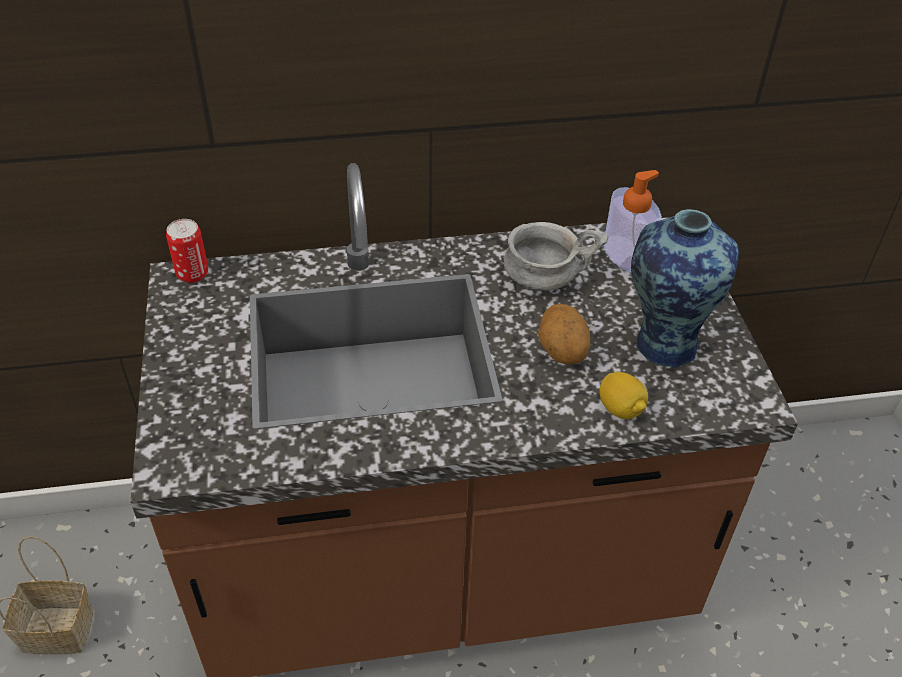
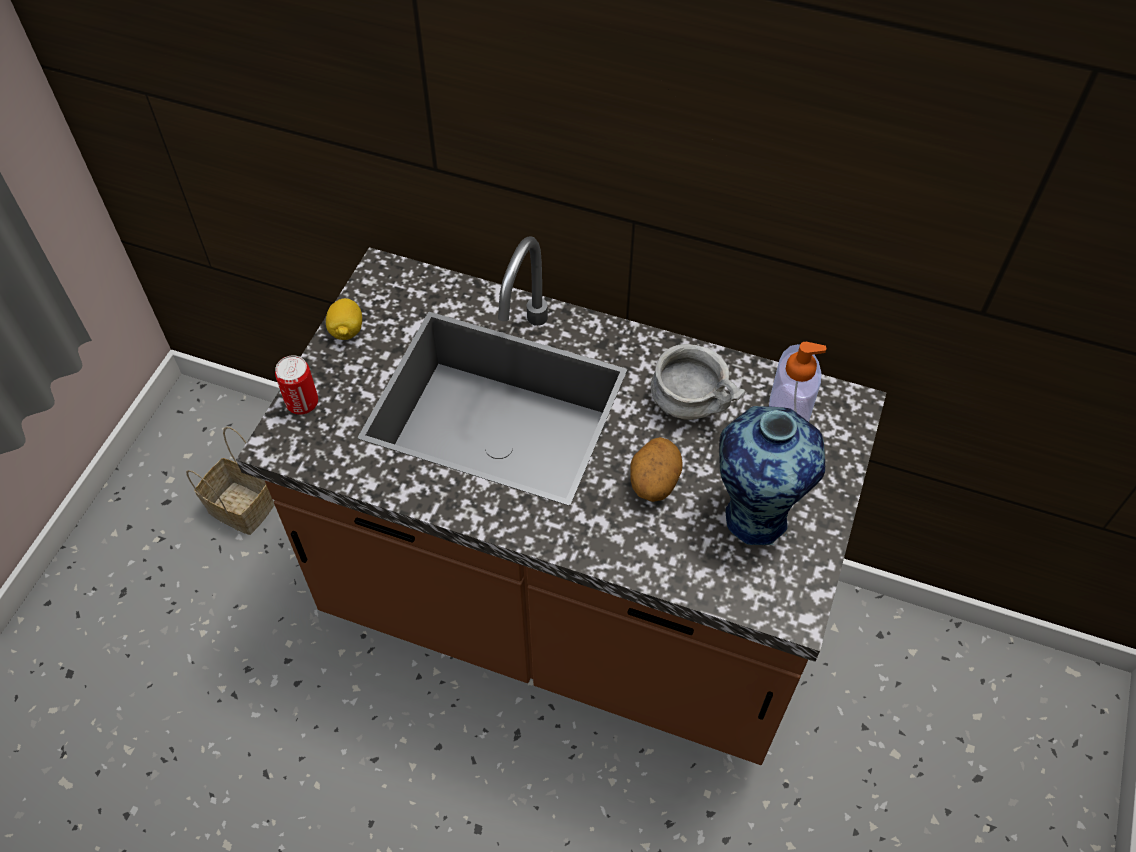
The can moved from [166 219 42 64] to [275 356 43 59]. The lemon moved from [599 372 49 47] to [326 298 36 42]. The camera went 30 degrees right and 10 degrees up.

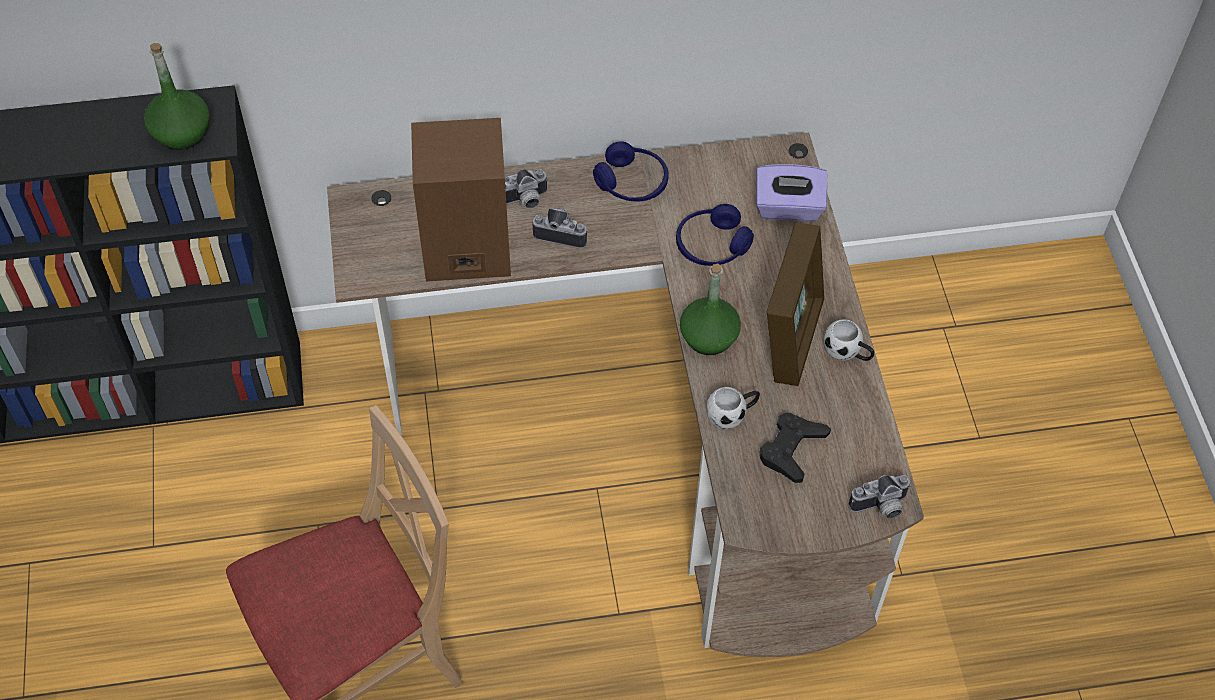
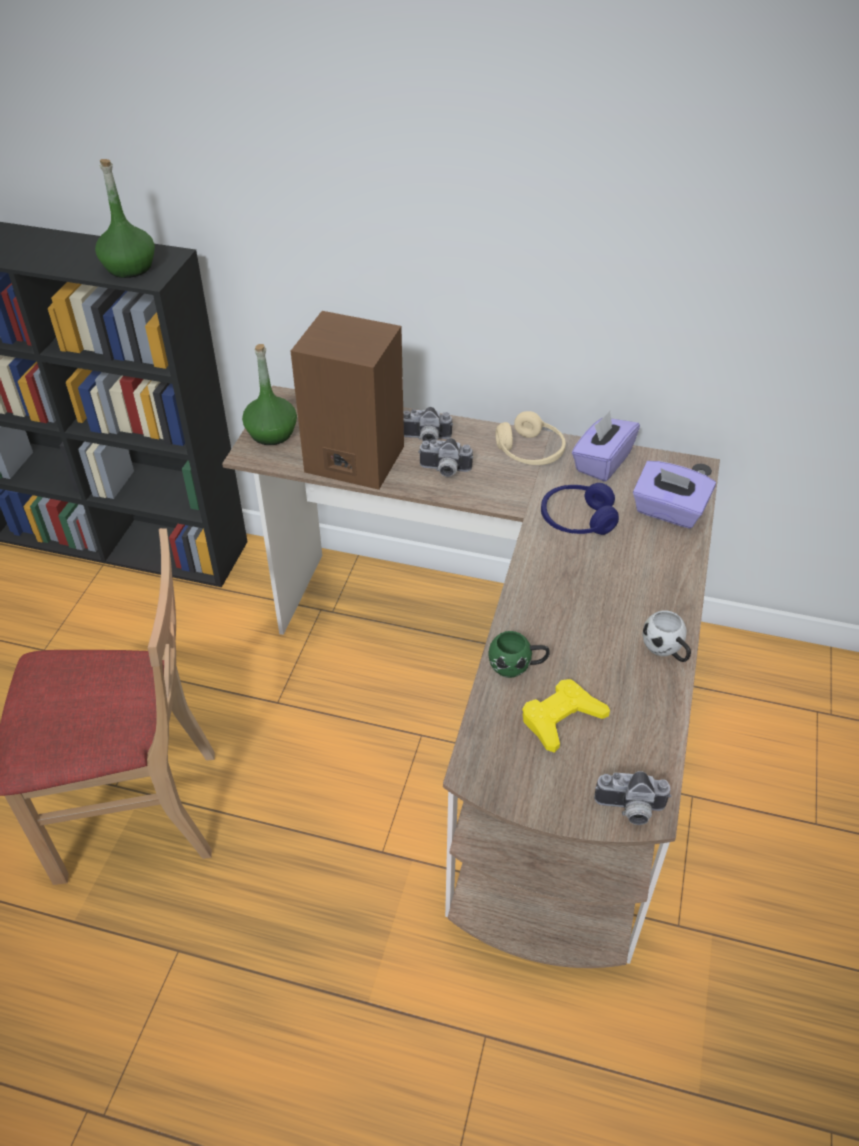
The picture frame at [767 223 57 163] disappeared. The tissue box (purple) at [572 411 68 71] appeared. The bottle (green) moved from [680 264 61 91] to [242 344 55 101]. The headphones (blue) at [593 141 76 61] became the headphones (beige) at [496 411 70 54]. The mug (white) at [706 387 54 42] became the mug (green) at [488 631 62 47]. The game controller (black) at [760 412 71 71] became the game controller (yellow) at [522 679 88 74]. The photo camera at [533 208 56 41] turned 150 degrees clockwise. The camera went 25 degrees right and 10 degrees down.

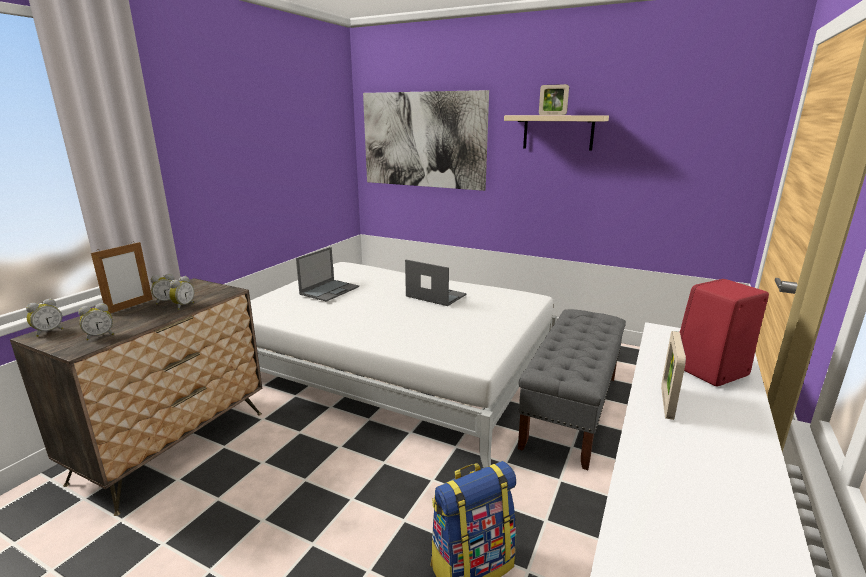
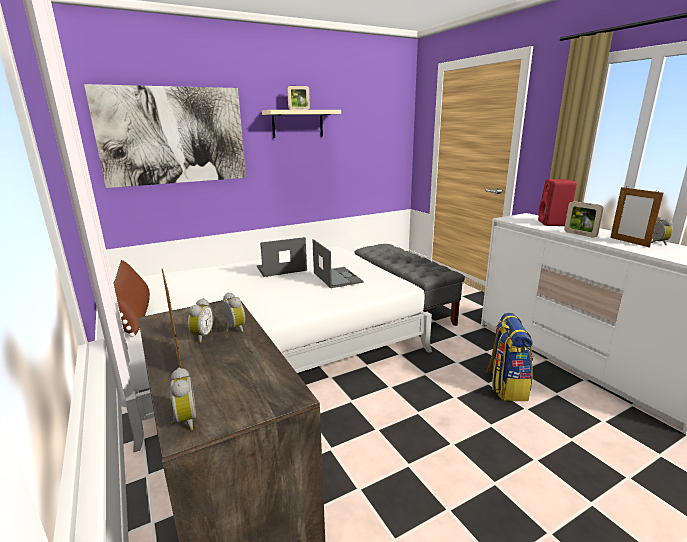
The pillow (brown) at [113 260 37 77] appeared. The picture frame at [610 186 54 61] appeared. The alarm clock moved from [78 303 36 37] to [651 217 22 28]. The laptop moved from [296 247 63 55] to [312 239 52 49]. The camera went 55 degrees left and 0 degrees up.

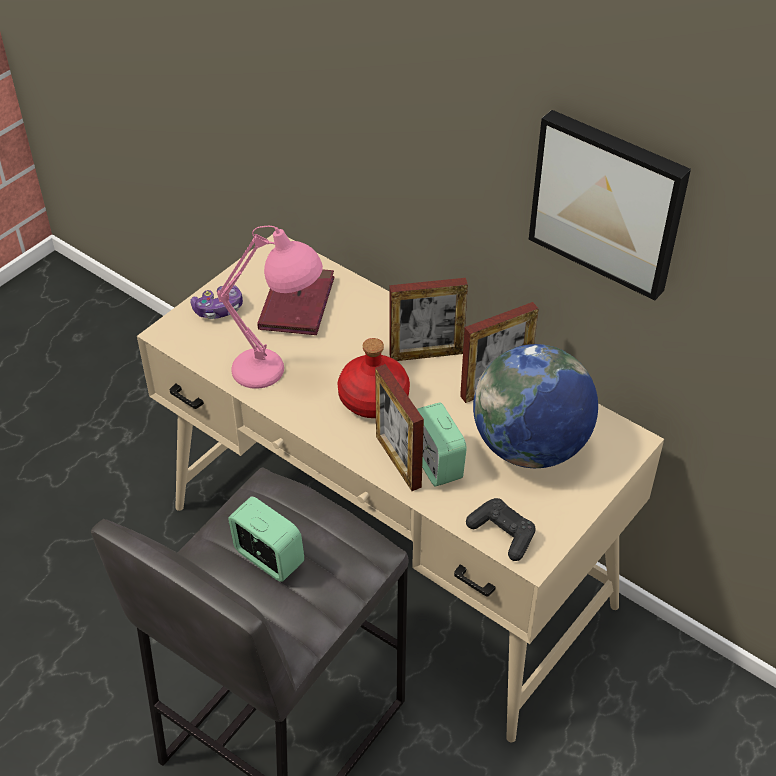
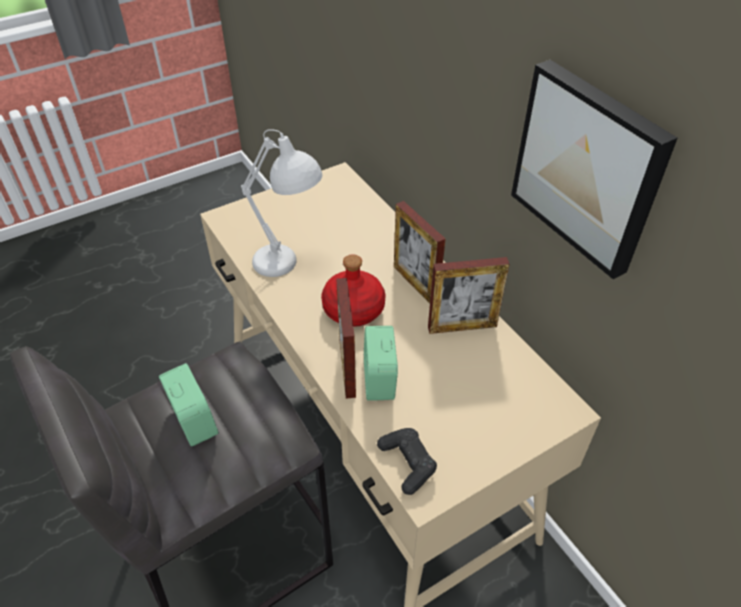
The game controller at [191 285 52 34] disappeared. The book (red) at [257 269 78 66] disappeared. The globe at [473 344 125 124] disappeared. The table lamp (pink) at [217 226 106 163] became the table lamp (white) at [241 129 81 148]. The picture frame at [389 278 79 83] turned 45 degrees clockwise. The camera went 20 degrees right and 0 degrees up.

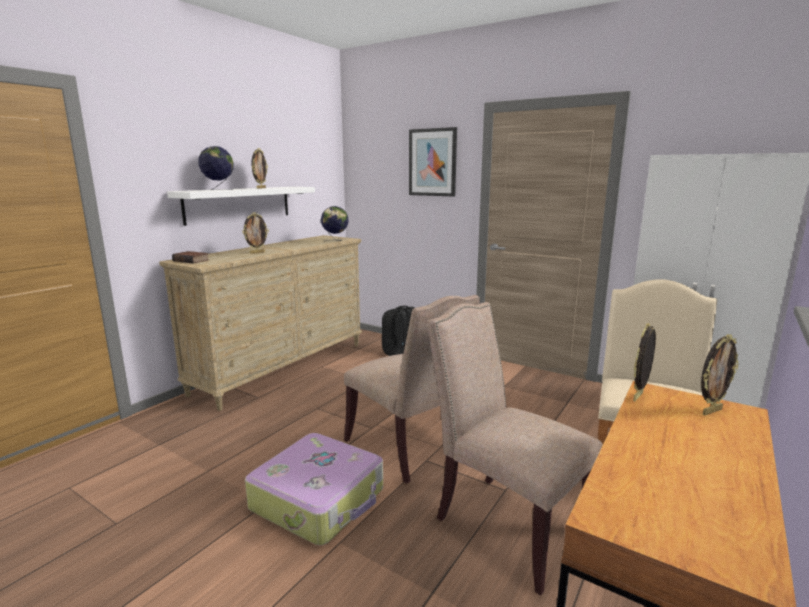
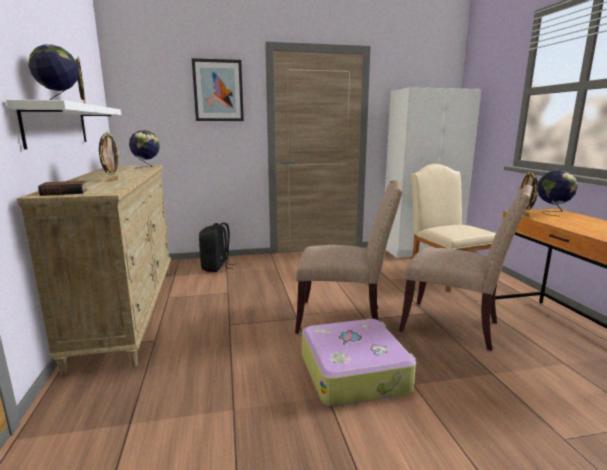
The picture frame at [701 334 38 81] was replaced by the globe at [538 170 40 46]. The chair (beige) at [428 302 175 294] turned 150 degrees counterclockwise. The camera went 45 degrees left and 0 degrees up.

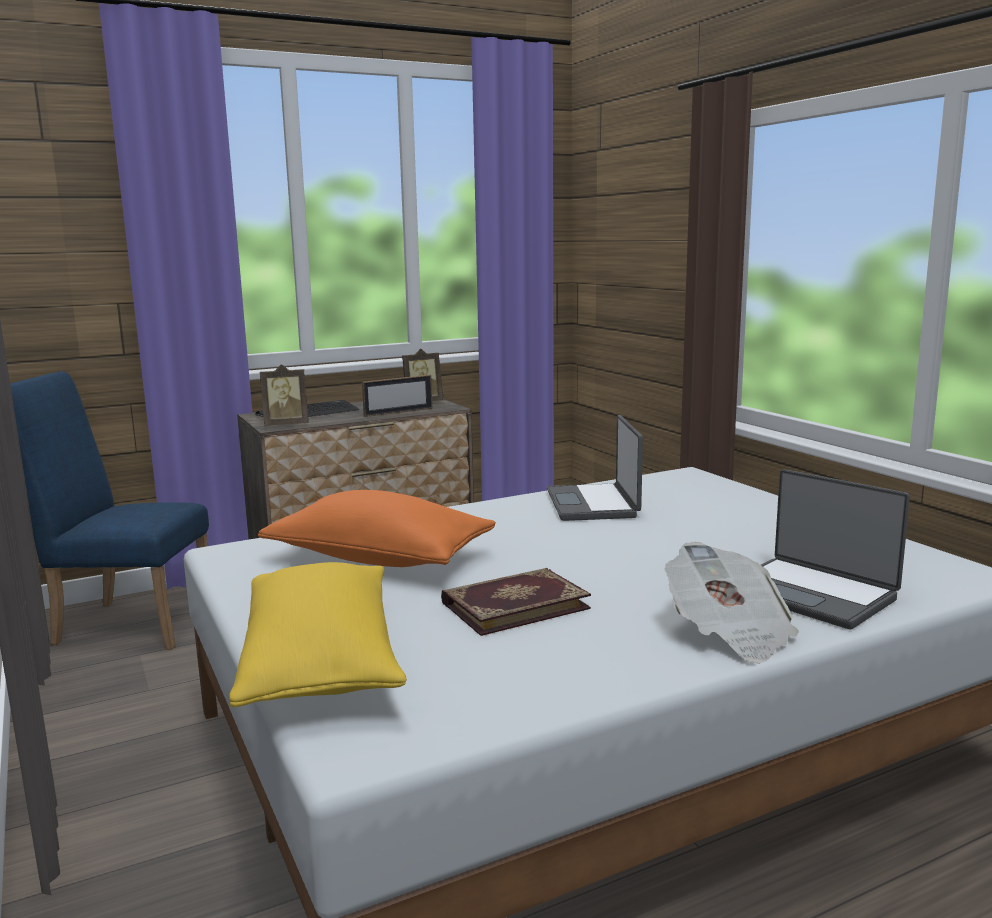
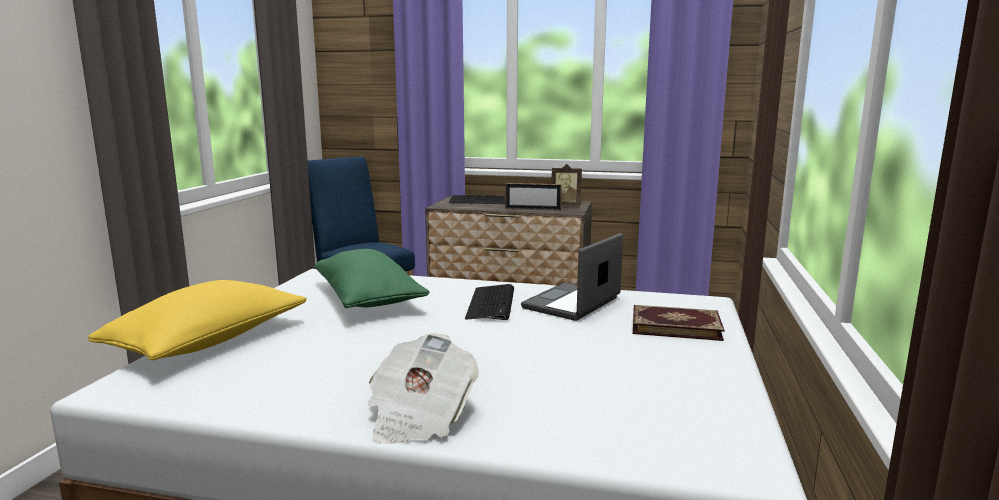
The picture frame at [260 364 49 62] disappeared. The laptop at [761 469 149 161] disappeared. The keyboard at [465 284 49 36] appeared. The book moved from [441 568 150 68] to [633 305 92 36]. The pillow (orange) at [258 490 238 77] became the pillow (green) at [314 249 115 59]. The camera went 40 degrees right and 0 degrees up.

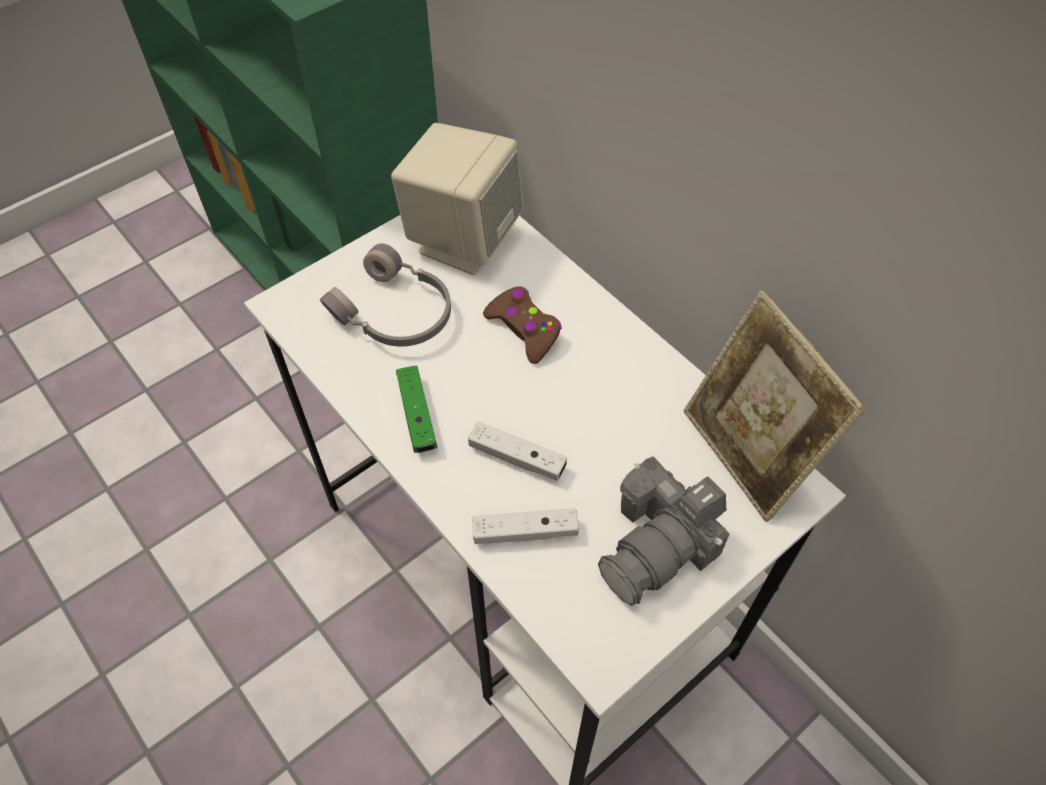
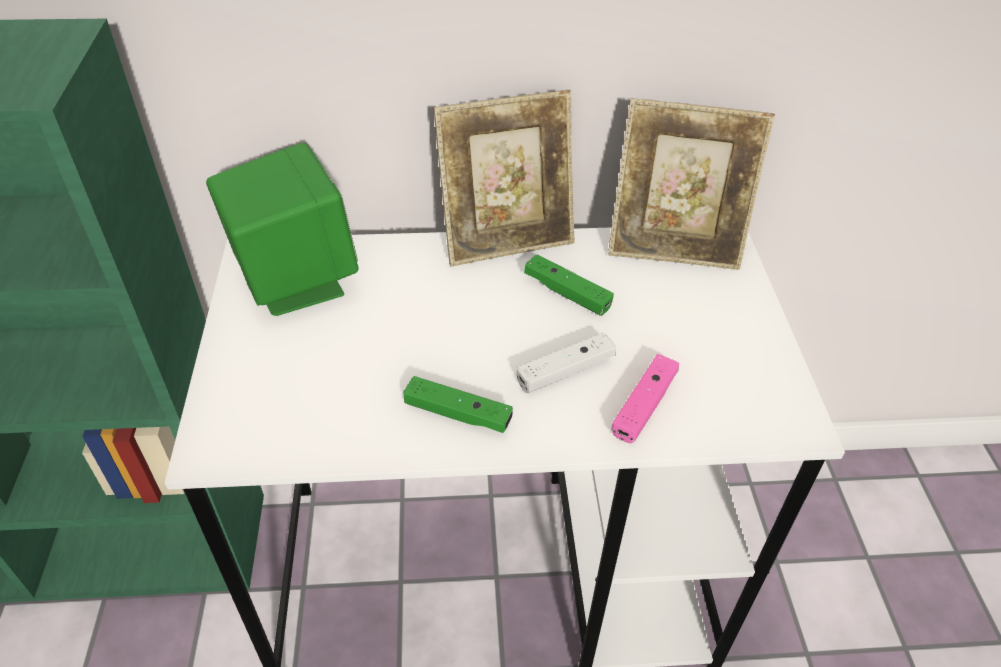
The headphones (grey) at [320 243 131 104] disappeared. The game controller (brown) at [483 286 79 78] disappeared. The photo camera at [598 457 131 149] disappeared. The picture frame at [433 90 141 176] appeared. The game controller (green) at [524 254 90 62] appeared. The speaker (beige) at [391 123 132 152] became the speaker (green) at [206 143 152 173]. The game controller (white) at [472 508 107 36] became the game controller (pink) at [611 354 68 89]. The camera went 55 degrees left and 10 degrees down.

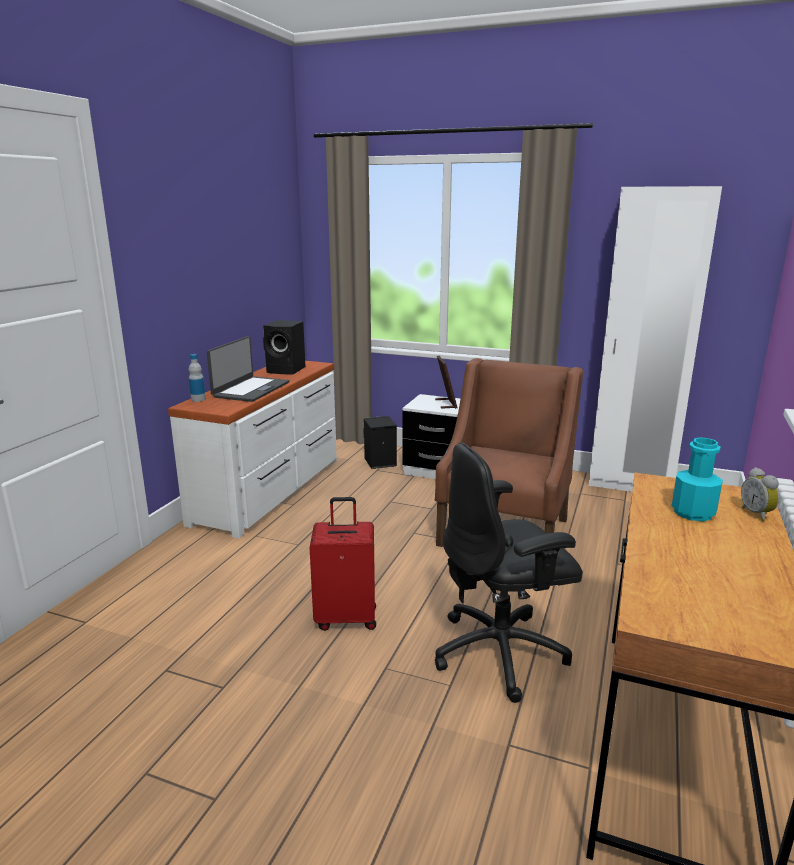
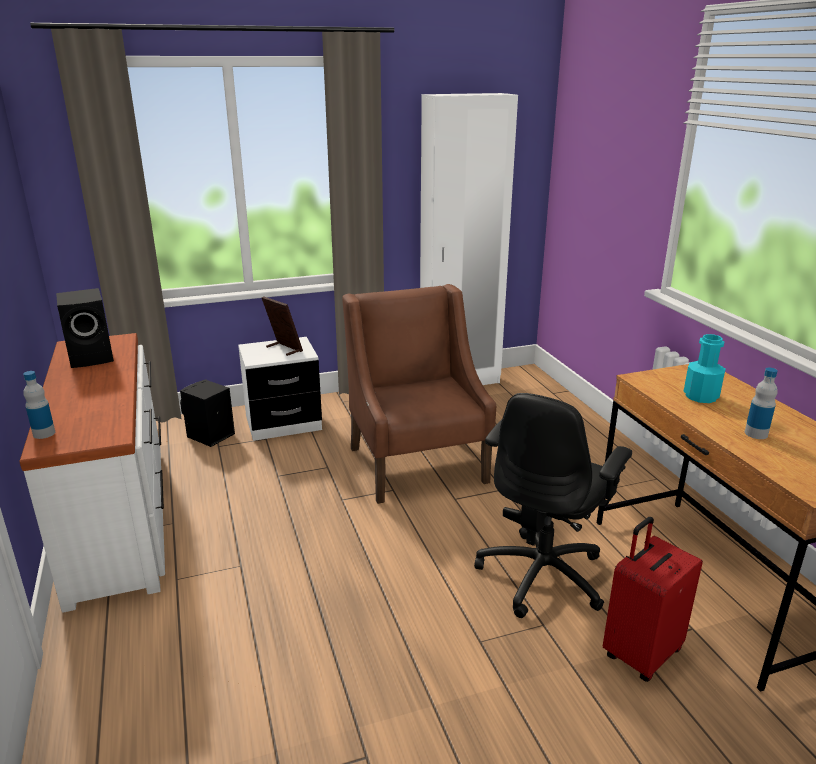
The laptop at [207 336 83 66] disappeared. The alarm clock at [741 467 39 54] disappeared. The bottle at [745 368 33 71] appeared. The suitcase (red) moved from [310 497 66 134] to [603 517 100 165]. The camera went 40 degrees left and 5 degrees up.

